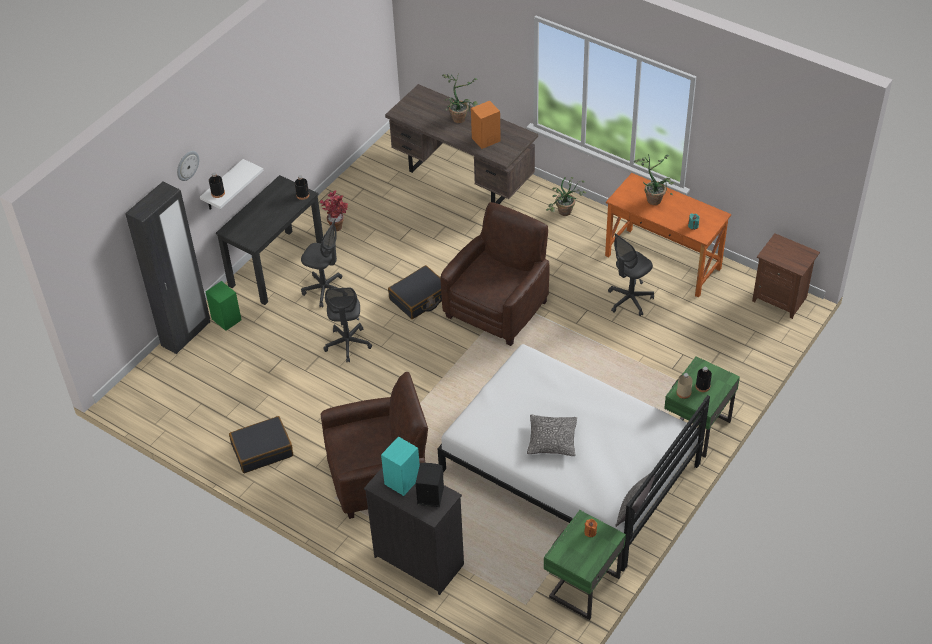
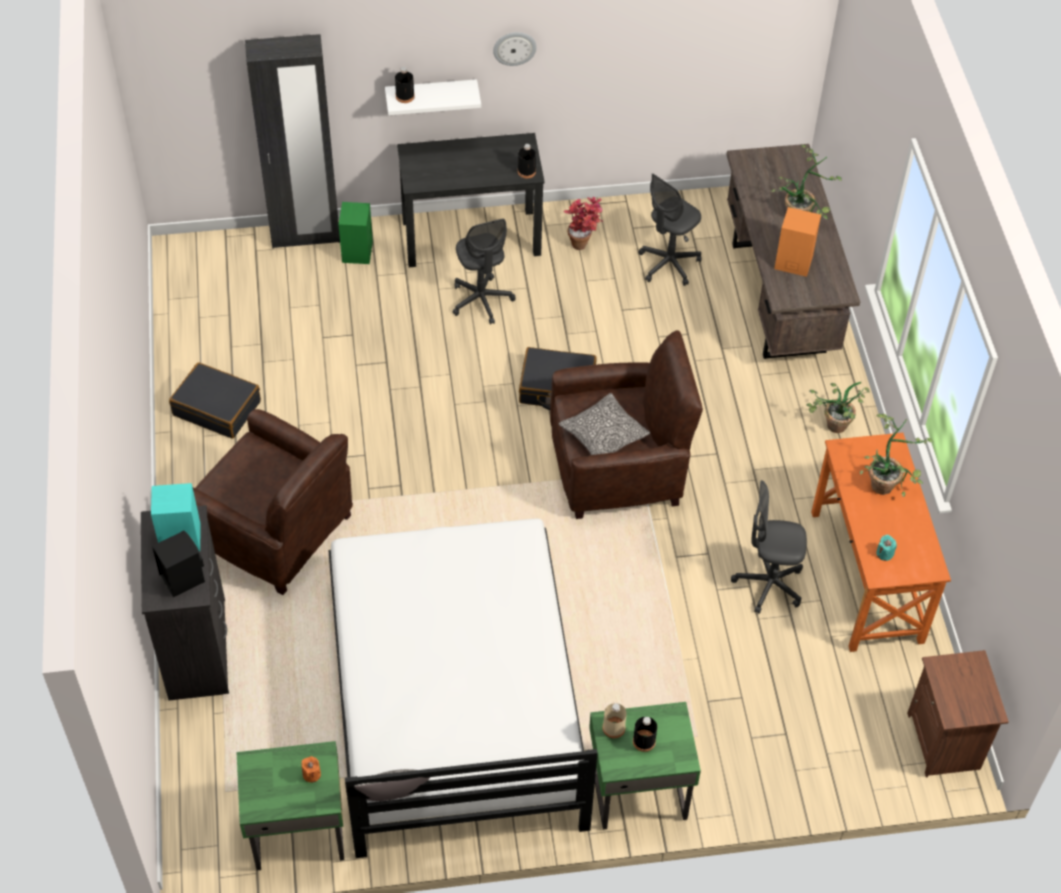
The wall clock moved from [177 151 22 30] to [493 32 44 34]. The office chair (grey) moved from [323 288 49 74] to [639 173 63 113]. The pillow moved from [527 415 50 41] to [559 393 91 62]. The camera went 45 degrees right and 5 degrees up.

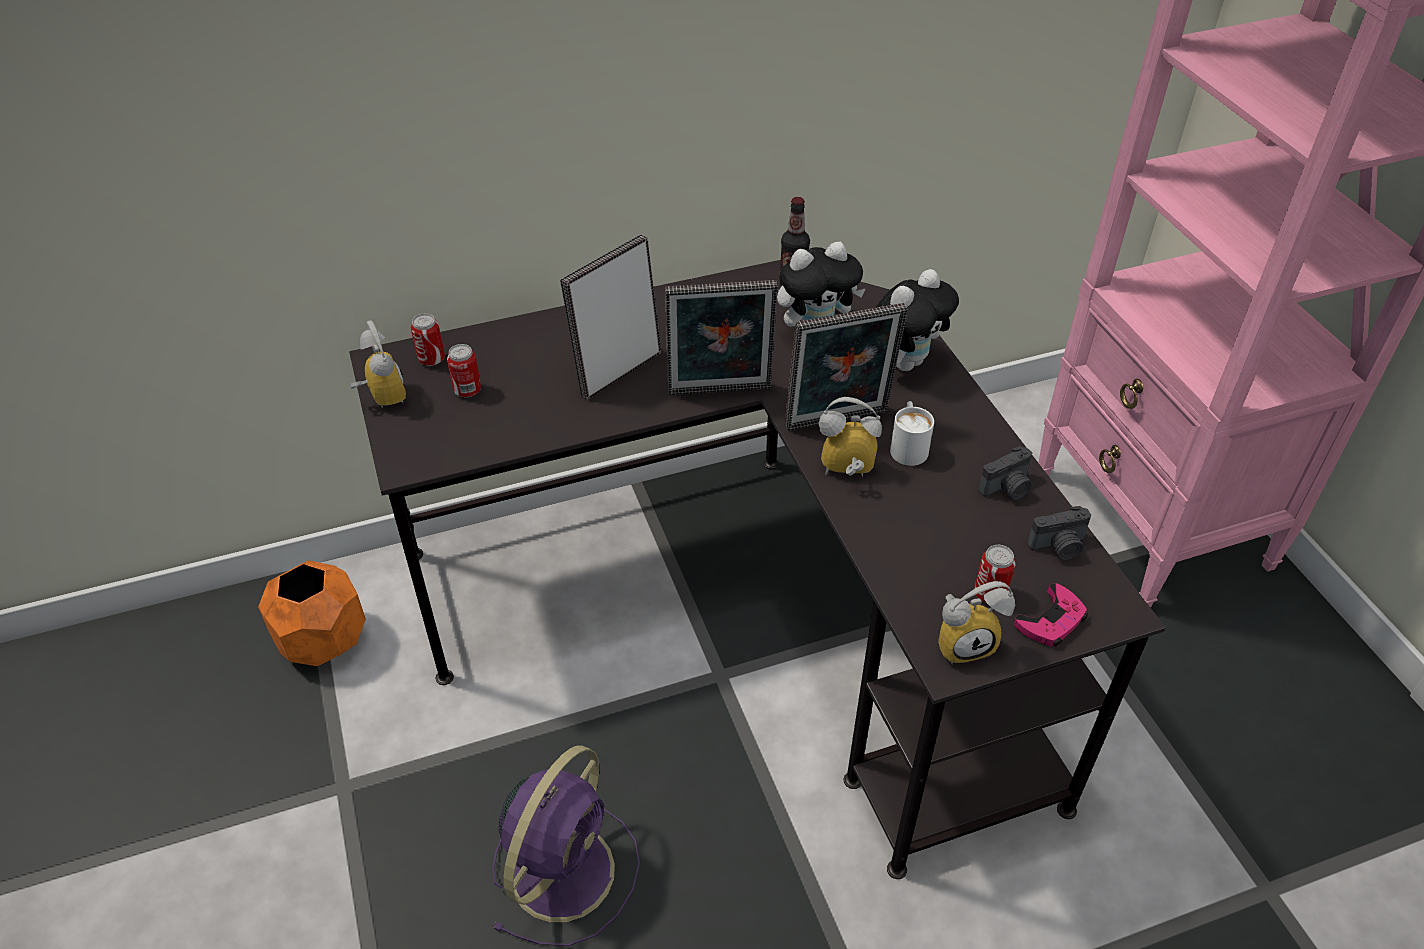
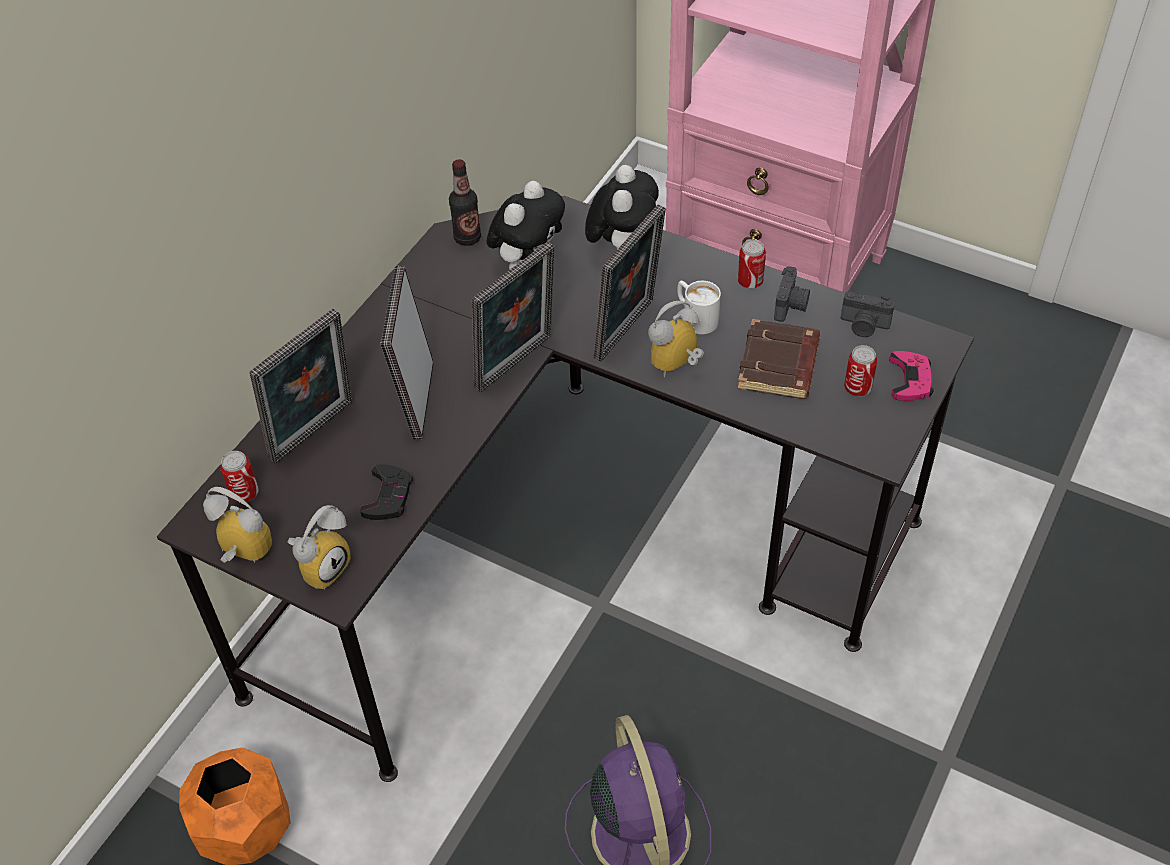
The picture frame at [249 308 103 156] appeared. The game controller (black) at [360 464 53 56] appeared. The book (brown) at [737 319 83 80] appeared. The can moved from [447 344 34 54] to [737 239 29 50]. The alarm clock moved from [938 581 77 83] to [288 505 63 85]. The photo camera at [1027 506 64 55] turned 75 degrees clockwise. The camera went 40 degrees left and 5 degrees up.

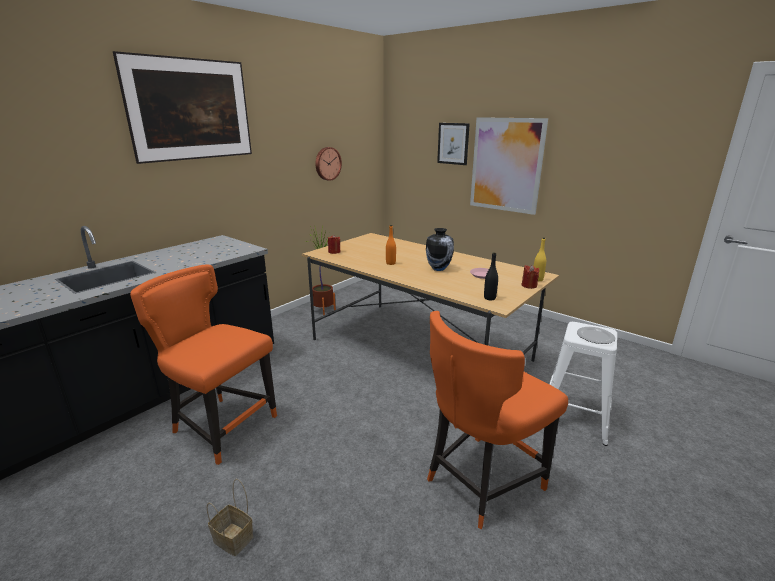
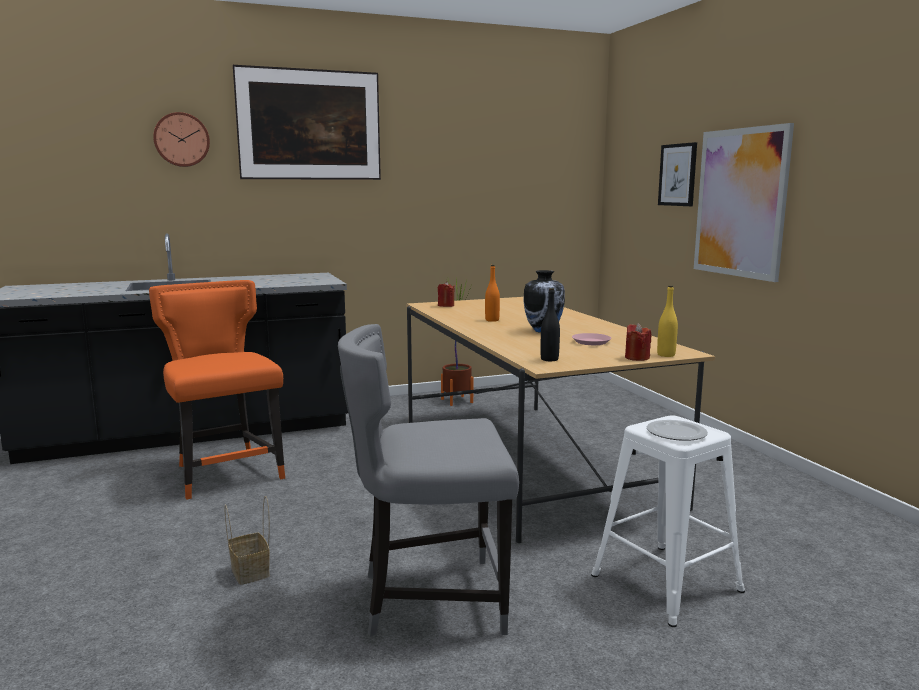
The basket moved from [207 479 46 77] to [224 496 46 89]. The wall clock moved from [315 147 27 34] to [153 112 57 55]. The chair (orange) at [427 311 141 219] became the chair (grey) at [338 324 181 313]. The camera went 30 degrees right and 10 degrees down.

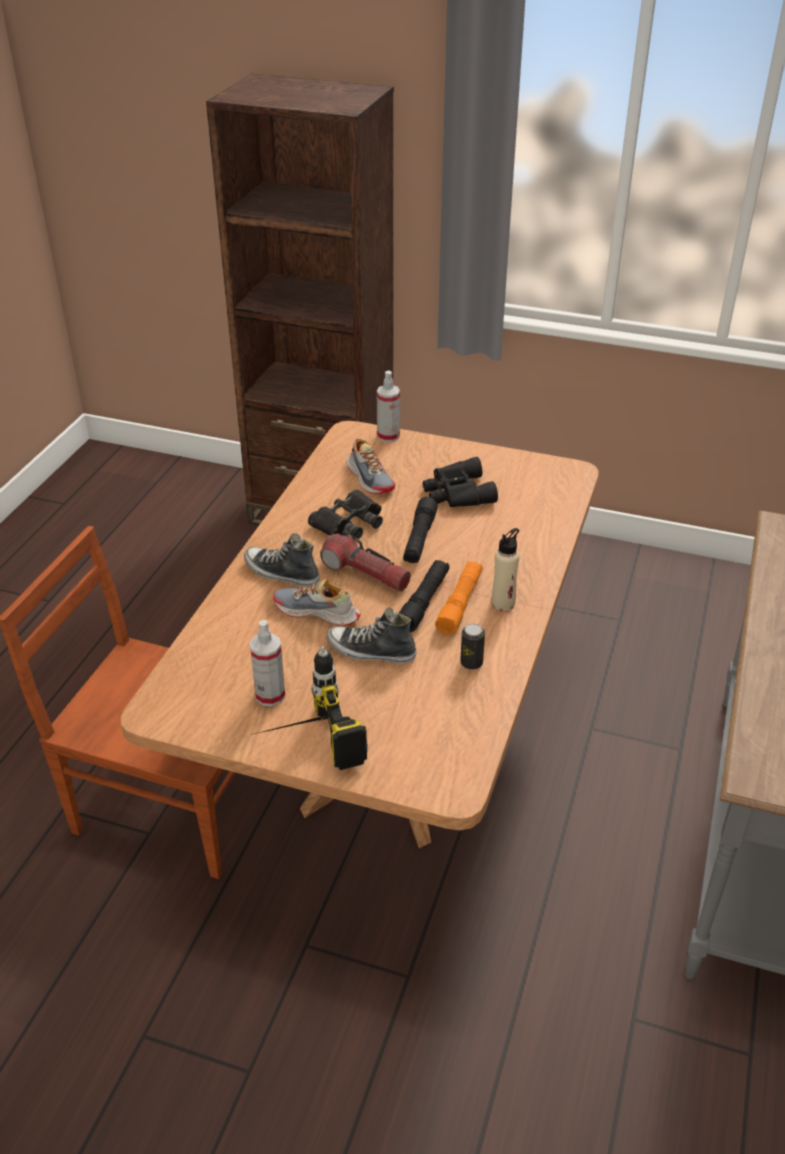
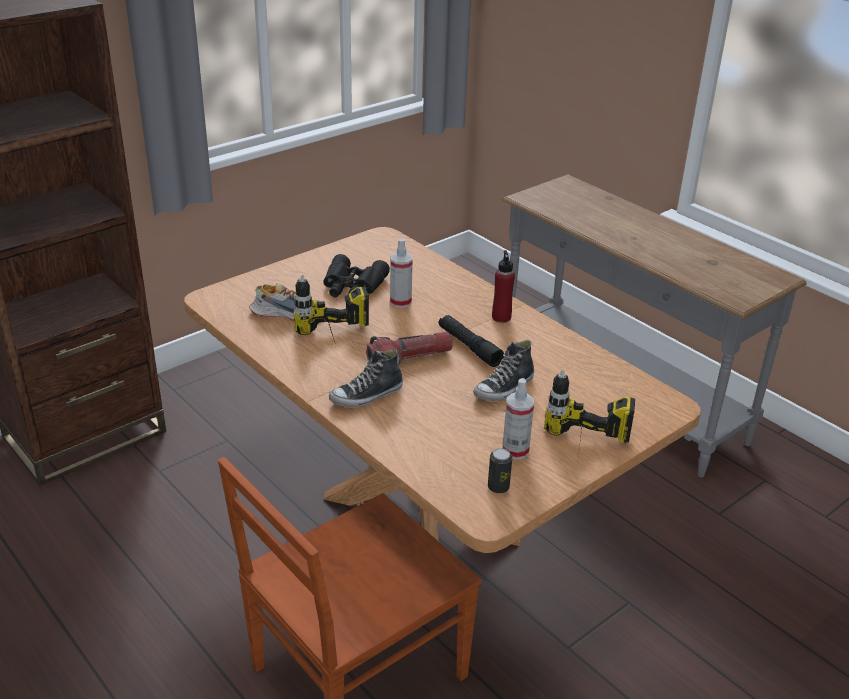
The shoe at [273 579 88 47] disappeared. The flashlight (black) at [403 497 35 66] disappeared. The flashlight (orange) at [435 561 48 74] disappeared. The spray bottle moved from [377 371 23 71] to [390 238 23 70]. The can moved from [460 624 25 46] to [488 448 24 46]. The binoculars (black) at [308 489 75 51] was replaced by the power drill at [293 275 76 67]. The bottle (beige) at [492 528 27 83] became the bottle (red) at [492 250 23 73]. The camera went 60 degrees left and 5 degrees down.

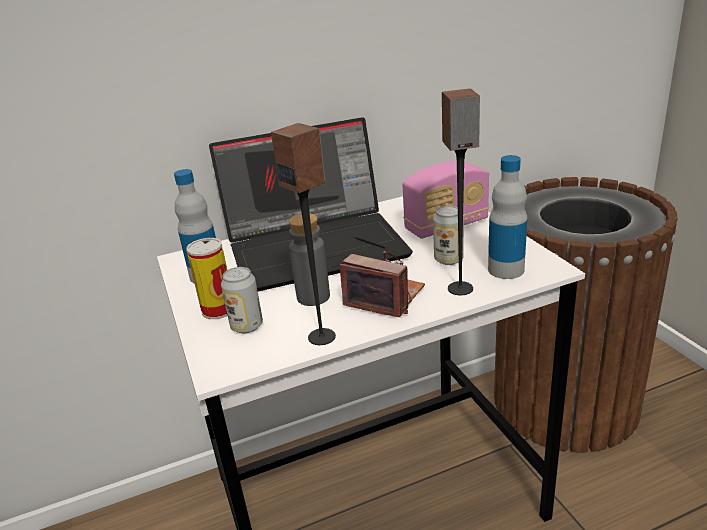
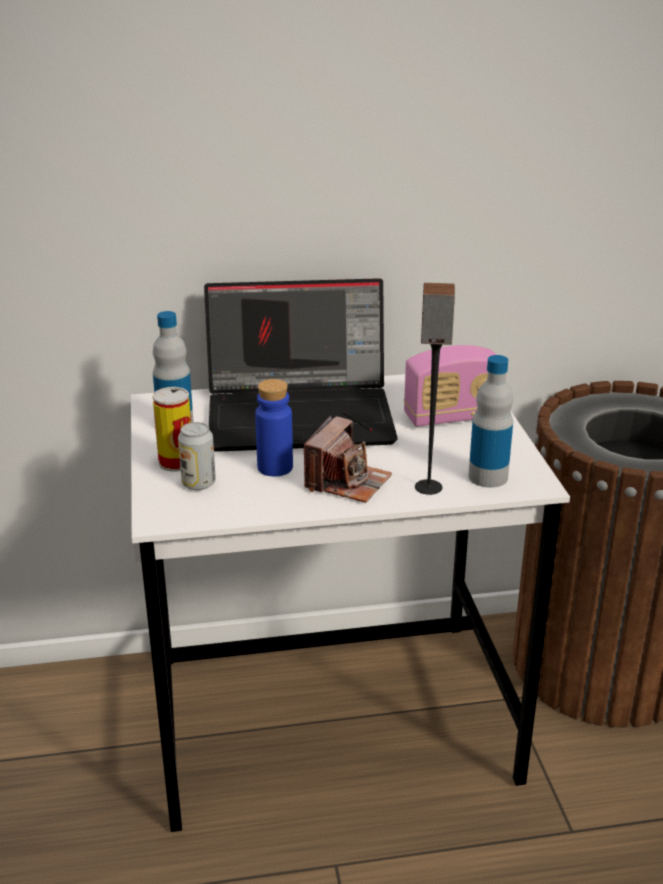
The speaker at [271 123 65 222] disappeared. The can at [433 206 31 59] disappeared. The bottle (grey) at [289 214 41 92] became the bottle (blue) at [255 379 38 97]. The photo camera at [340 251 85 66] turned 75 degrees clockwise. The camera went 10 degrees right and 0 degrees up.

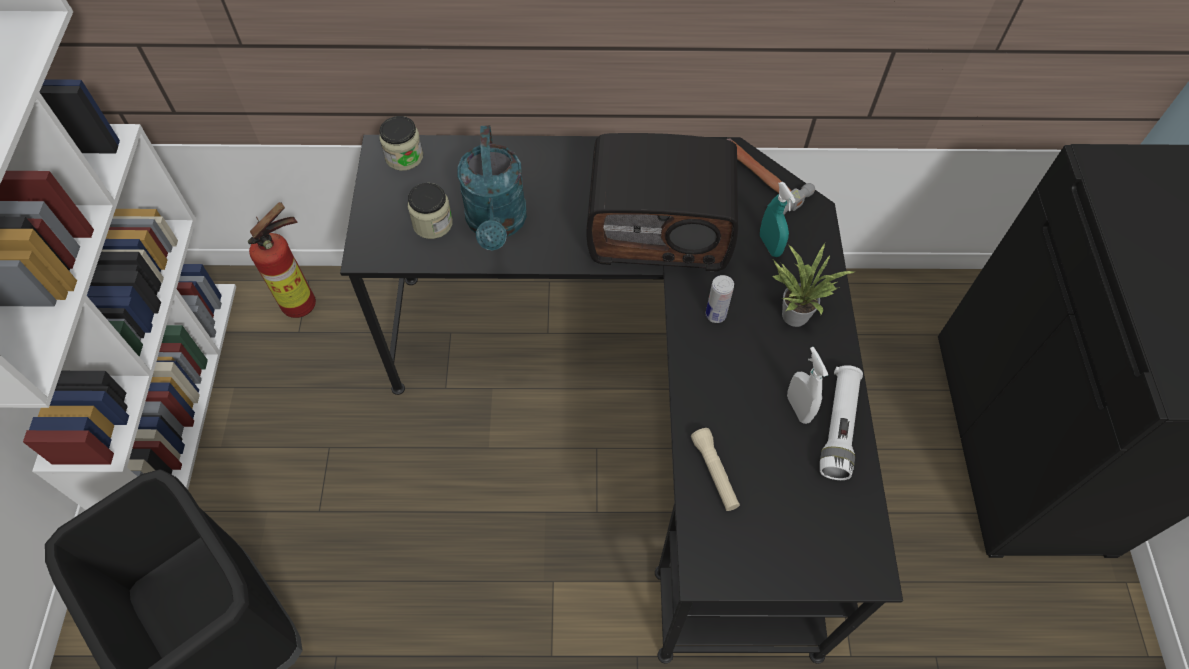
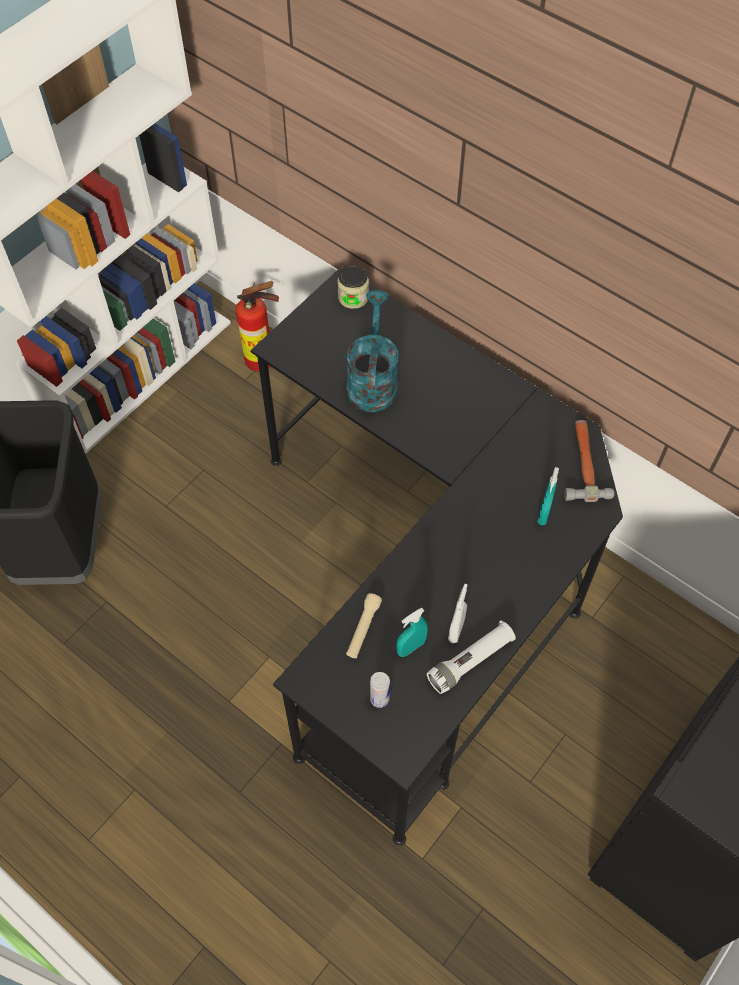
The jar at [408 183 45 56] disappeared. The radio at [586 133 152 138] disappeared. The potted plant at [772 243 83 84] disappeared. The spray bottle (turquoise) at [396 608 32 49] appeared. The can moved from [706 275 28 48] to [370 672 20 36]. The watering can (turquoise) at [457 125 70 125] turned 150 degrees clockwise. The camera went 40 degrees right and 0 degrees up.

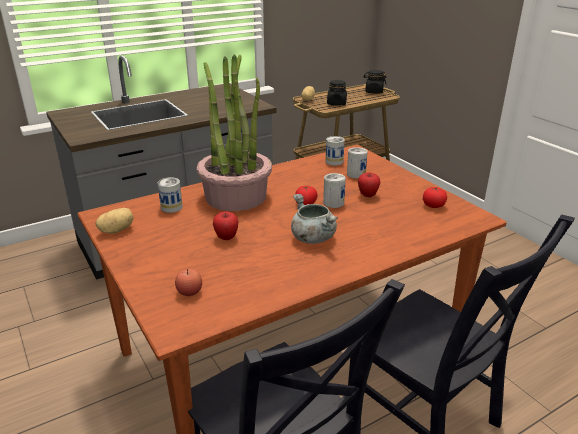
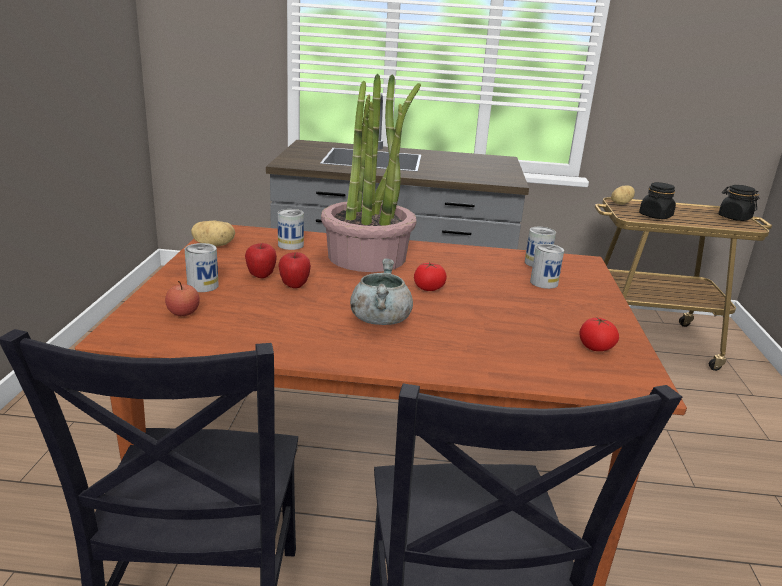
The can moved from [323 173 23 35] to [185 243 34 49]. The apple moved from [358 172 22 25] to [245 243 32 35]. The camera went 35 degrees right and 5 degrees down.

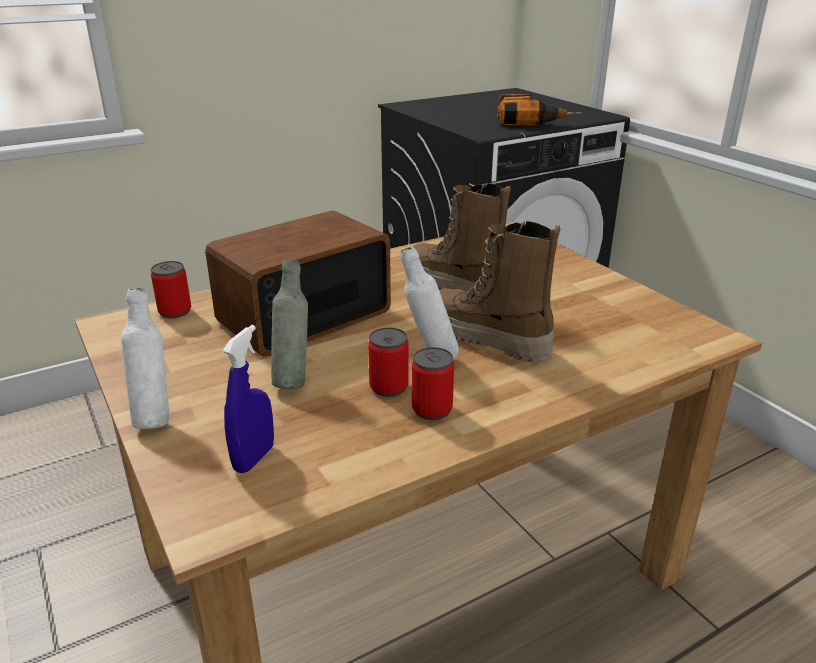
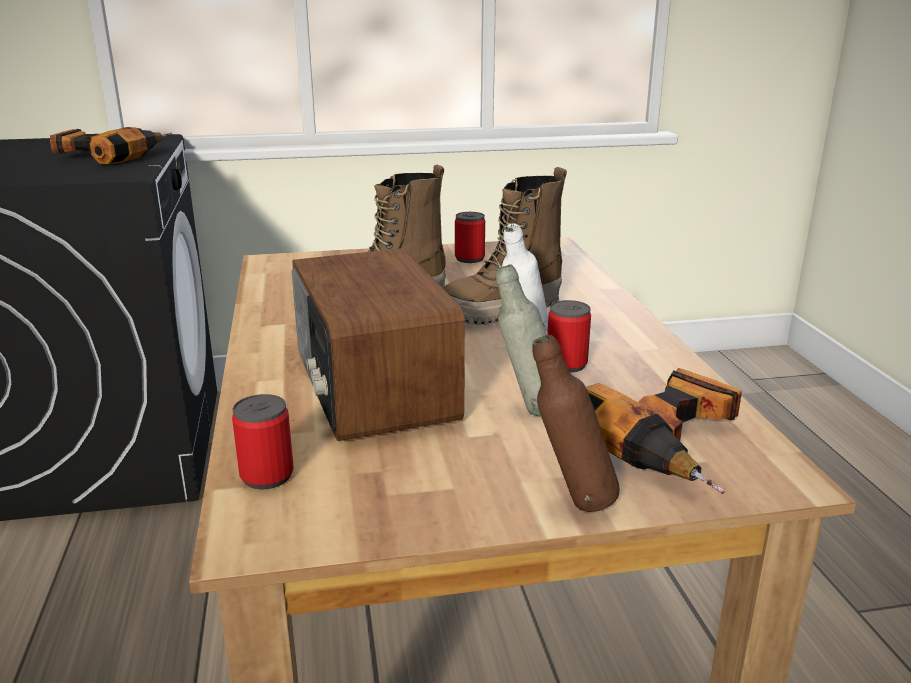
The can moved from [412 347 42 73] to [455 212 30 51]. The spray bottle (blue) at [223 325 51 148] was replaced by the power drill at [586 368 156 126]. The bottle (white) at [121 288 48 141] became the bottle (brown) at [532 335 88 177]. The camera went 70 degrees left and 5 degrees down.

